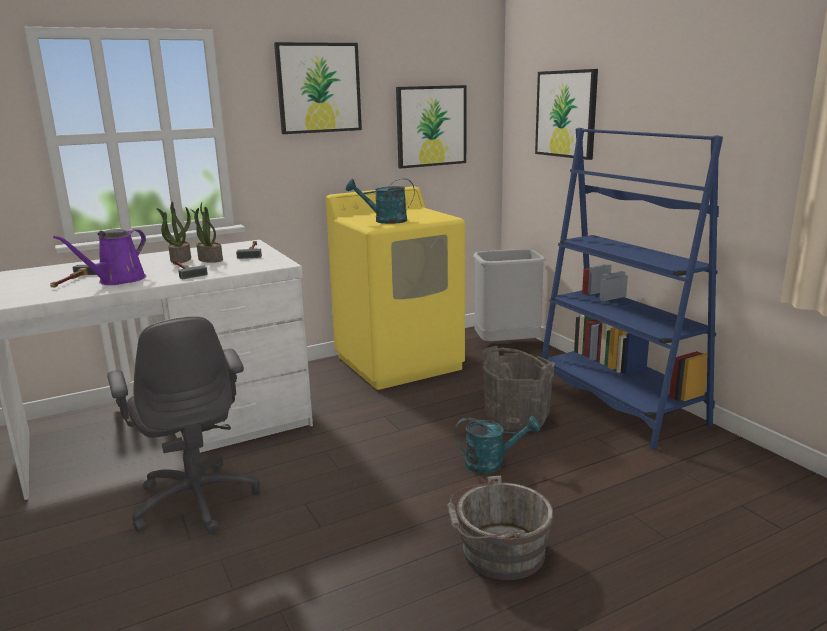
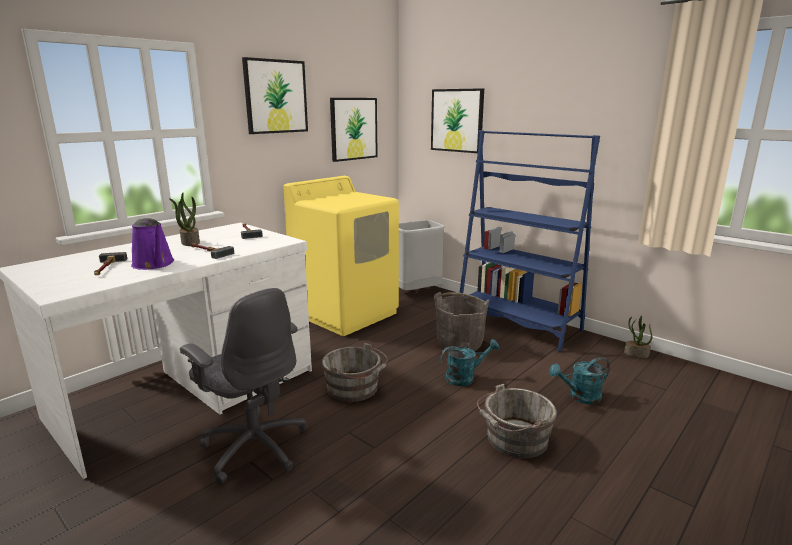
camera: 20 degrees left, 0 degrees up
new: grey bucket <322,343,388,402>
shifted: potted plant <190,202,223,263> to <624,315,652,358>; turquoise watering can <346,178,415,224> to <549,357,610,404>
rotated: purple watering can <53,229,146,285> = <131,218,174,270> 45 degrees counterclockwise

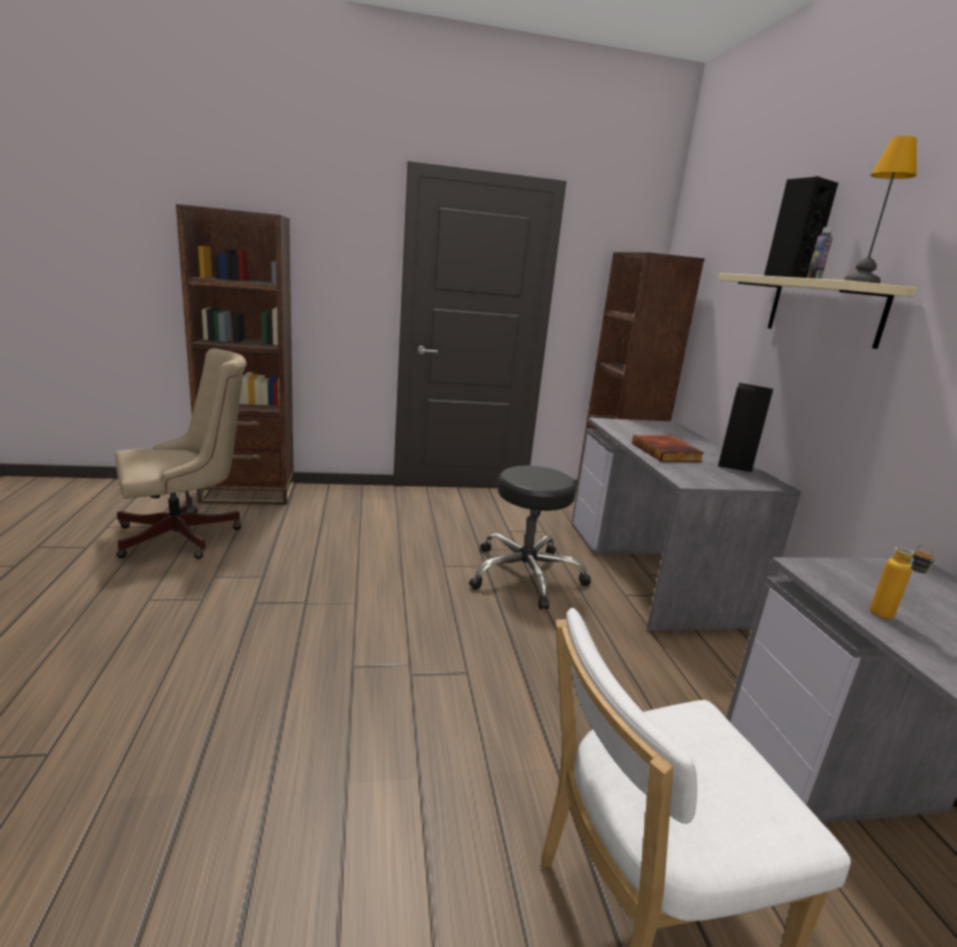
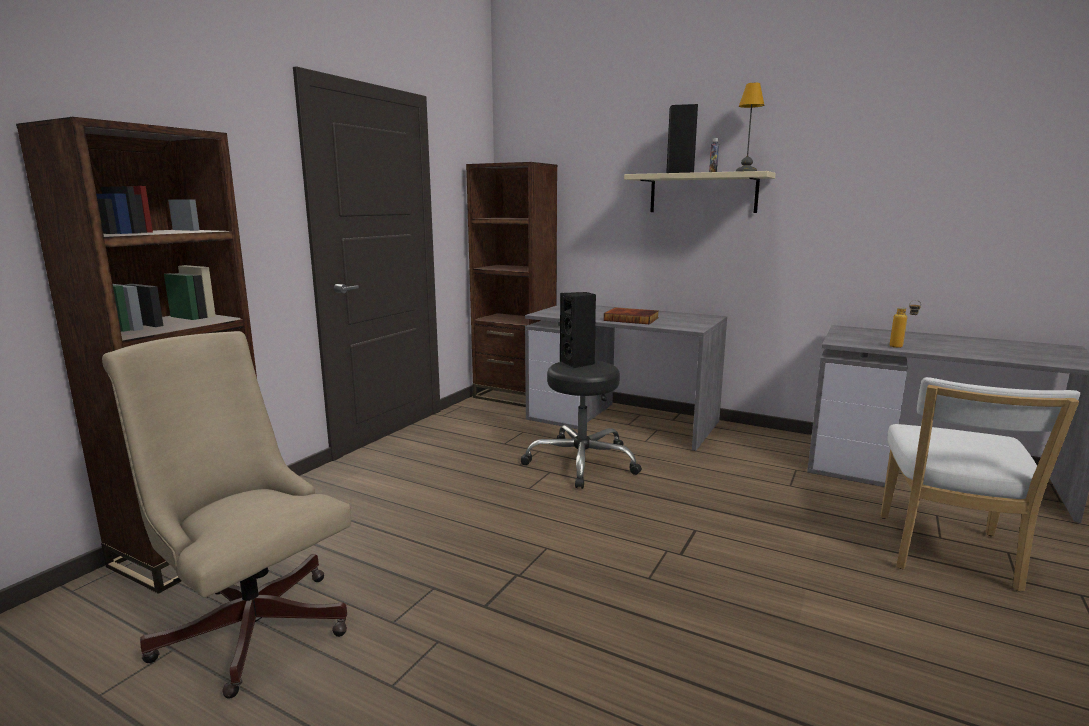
camera: 50 degrees left, 5 degrees down
shifted: black speaker <718,383,773,472> to <560,292,596,368>
rotated: beige office chair <115,348,247,559> = <102,331,351,698> 60 degrees counterclockwise

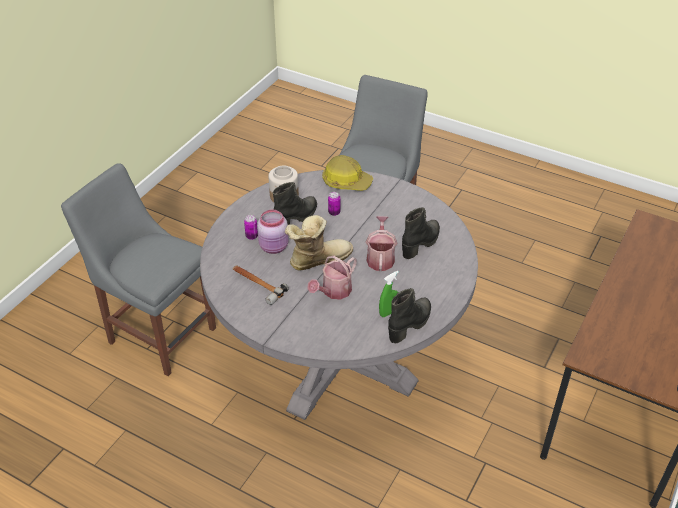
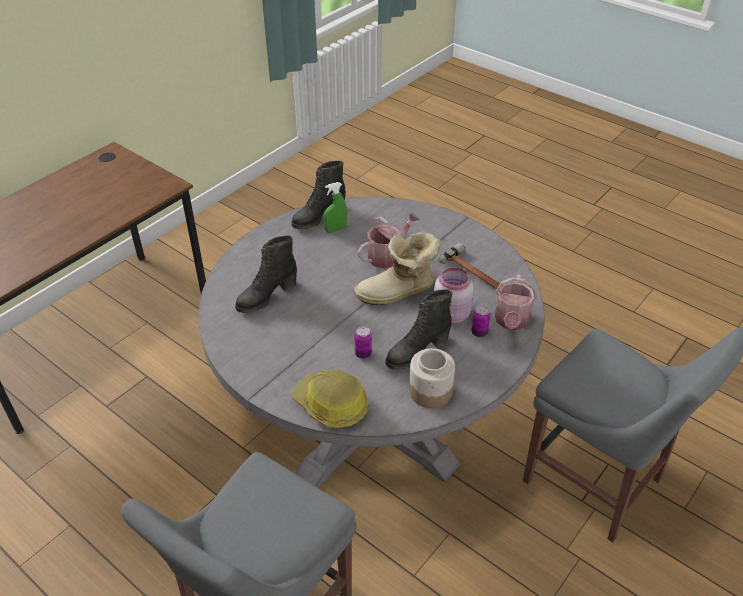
camera: 170 degrees left, 0 degrees up
shifted: watering can <366,216,397,271> to <495,274,537,330>

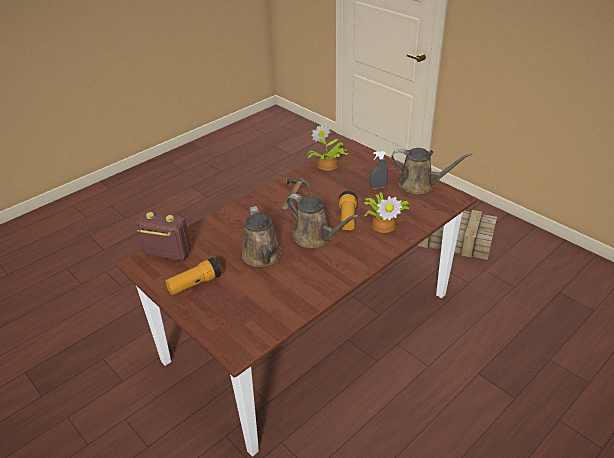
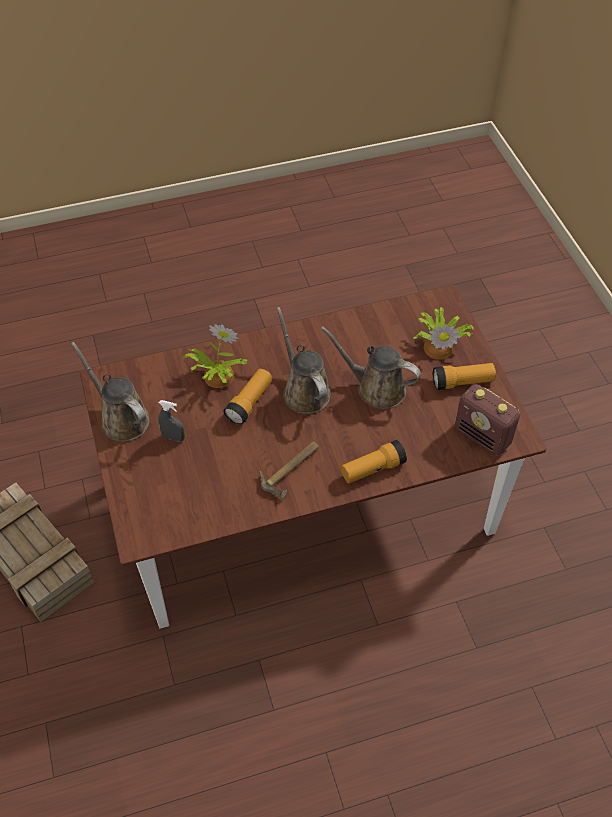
camera: 155 degrees left, 15 degrees up
new: flashlight <341,440,407,484>
shifted: potted plant <307,124,348,171> to <413,307,473,360>
rotated: brown watering can <242,206,282,267> = <320,326,421,409> 75 degrees counterclockwise

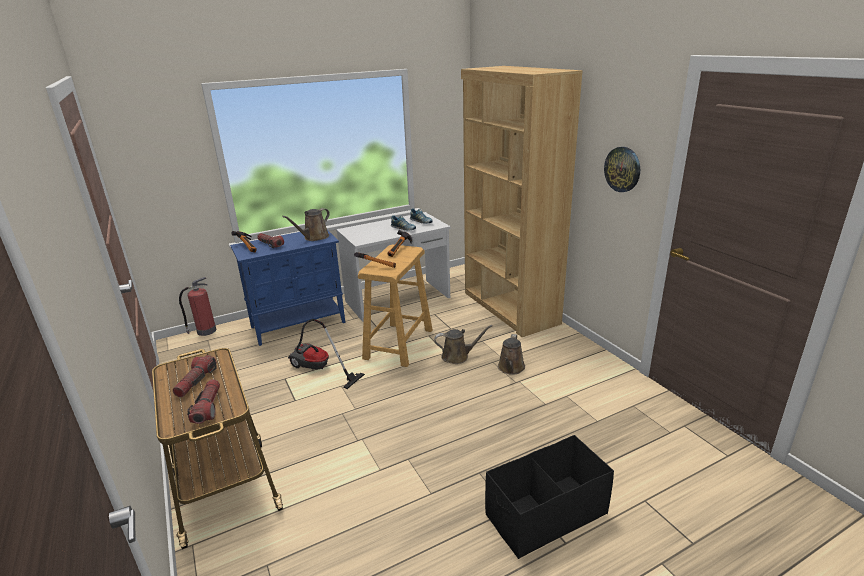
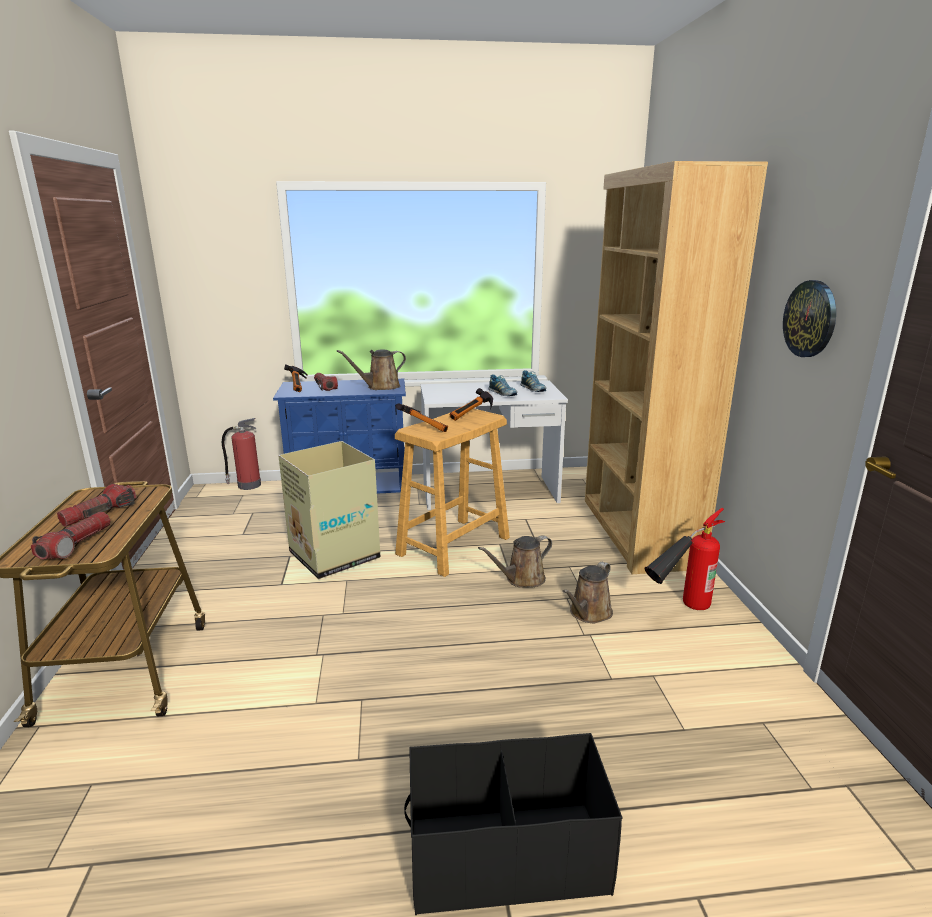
camera: 20 degrees right, 5 degrees down
new: fire extinguisher <644,508,725,610>
swapped: vacuum cleaner <288,319,365,389> to cardboard box <278,441,380,579>
rotated: brown watering can <434,325,492,364> = <478,535,552,587> 135 degrees clockwise

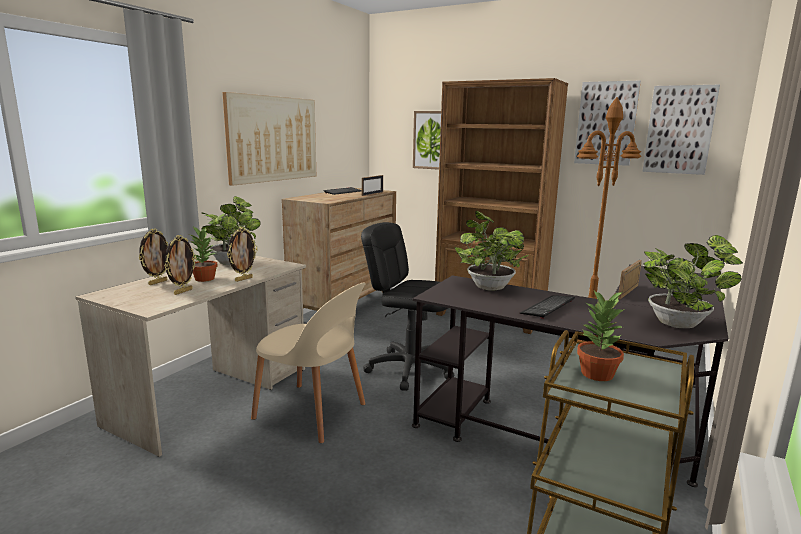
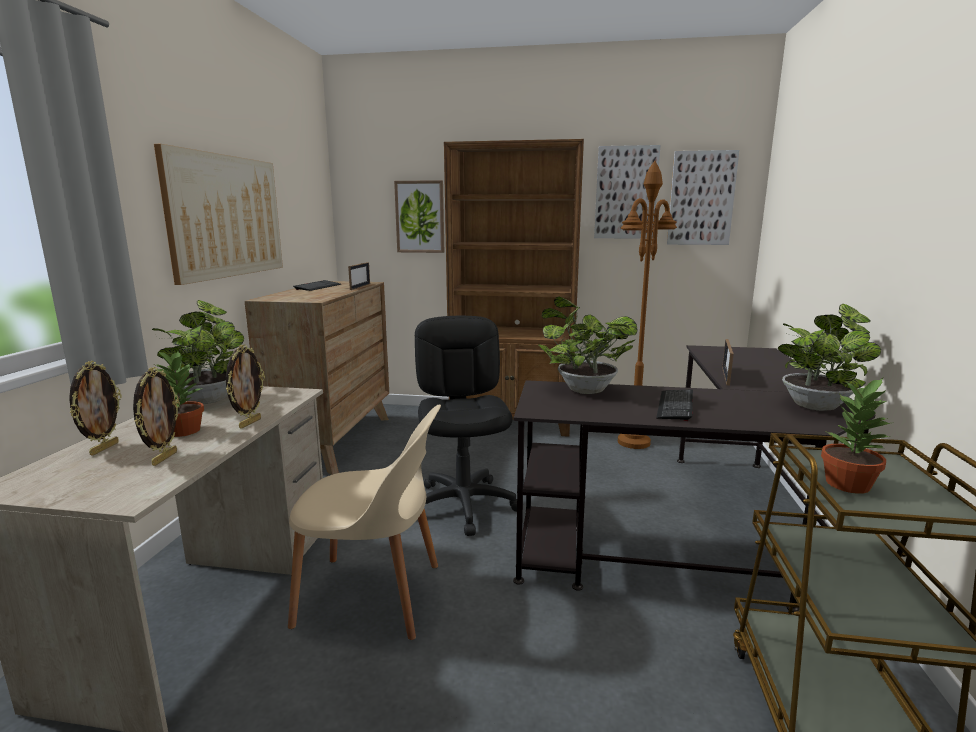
camera: 20 degrees left, 0 degrees up
rotated: black office chair <361,222,454,391> = <415,316,517,536> 75 degrees clockwise

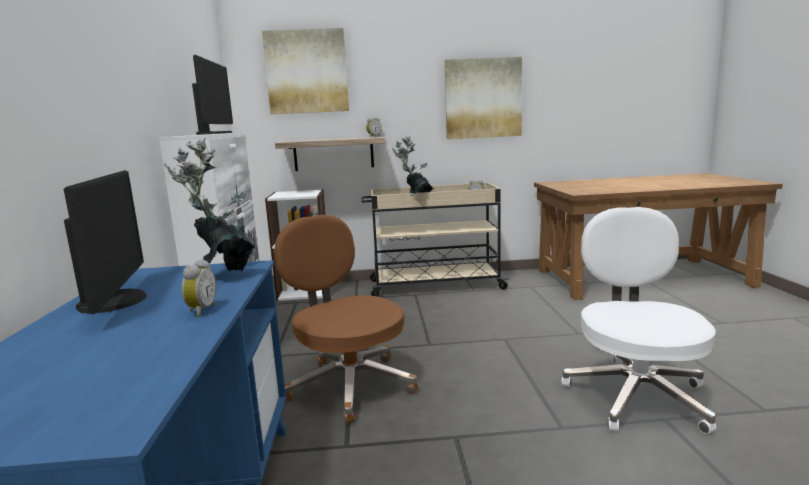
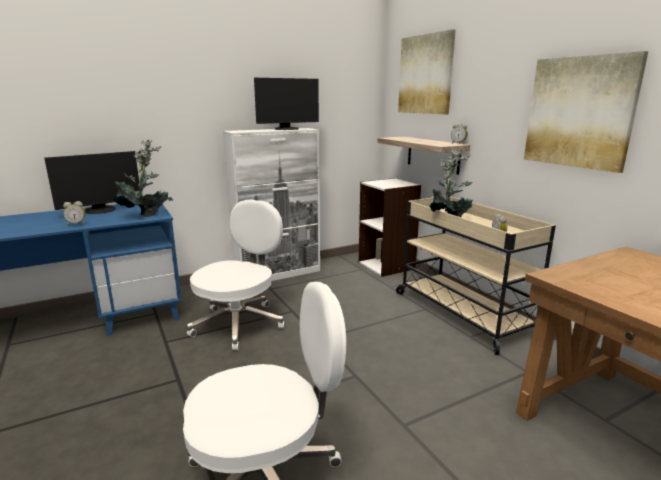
camera: 65 degrees right, 5 degrees up
repainted: brown office chair <274,215,418,424> to white office chair <187,200,285,350>

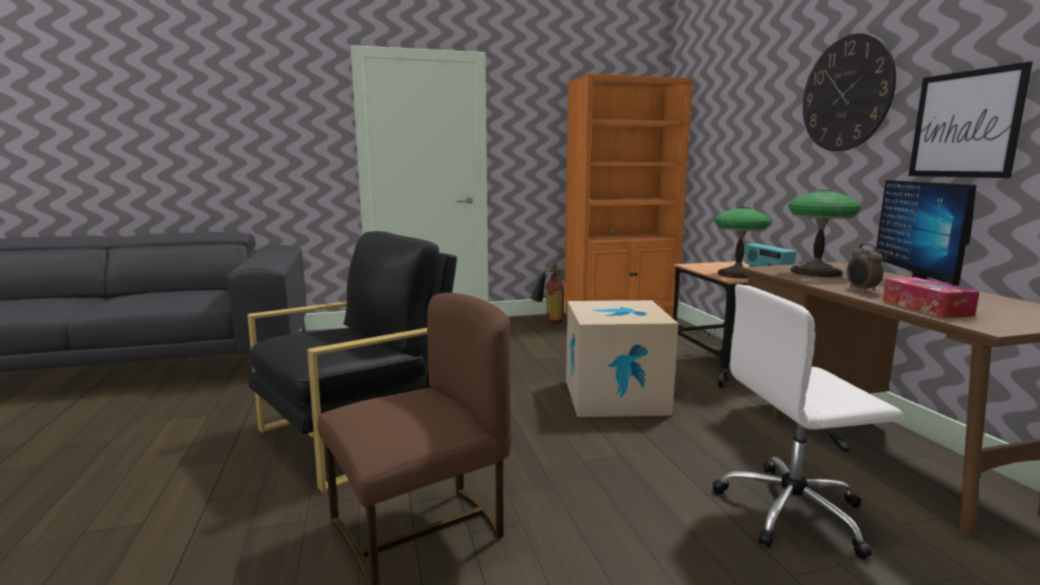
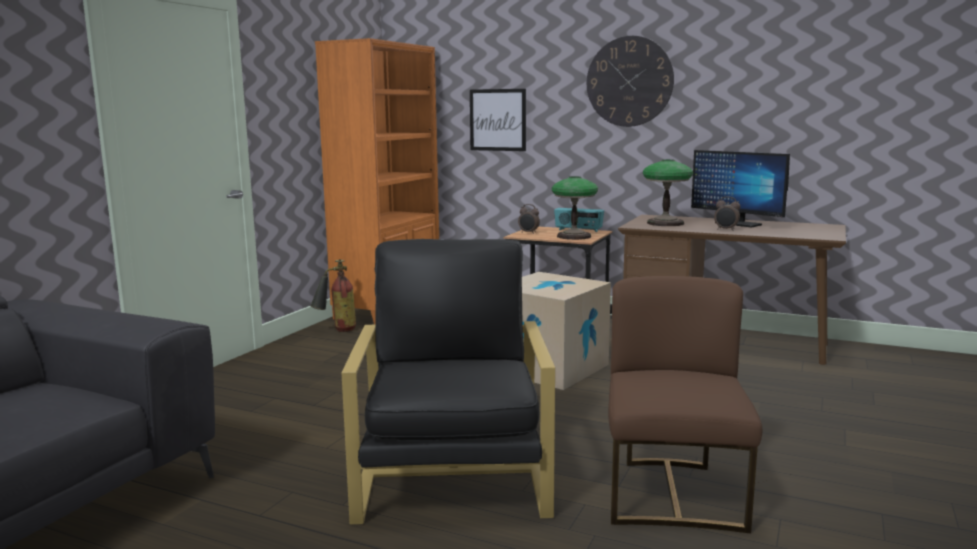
camera: 50 degrees left, 0 degrees up
gone: white office chair <712,284,903,559>; tissue box <883,277,979,318>
new: alarm clock <518,204,540,234>
shifted: picture <909,61,1033,178> to <470,89,526,151>

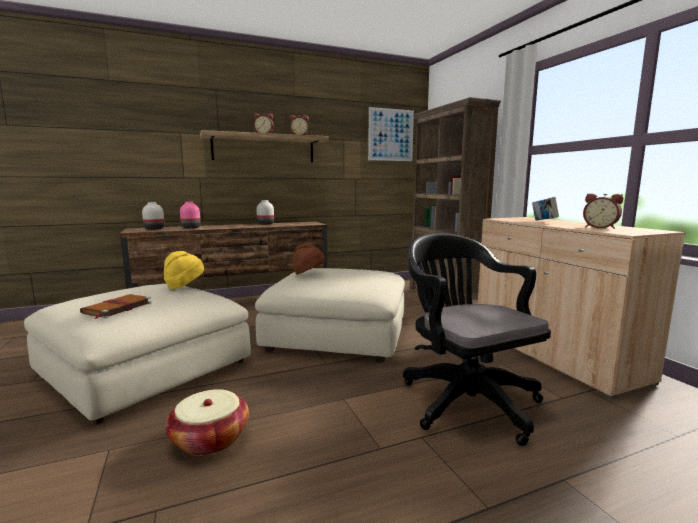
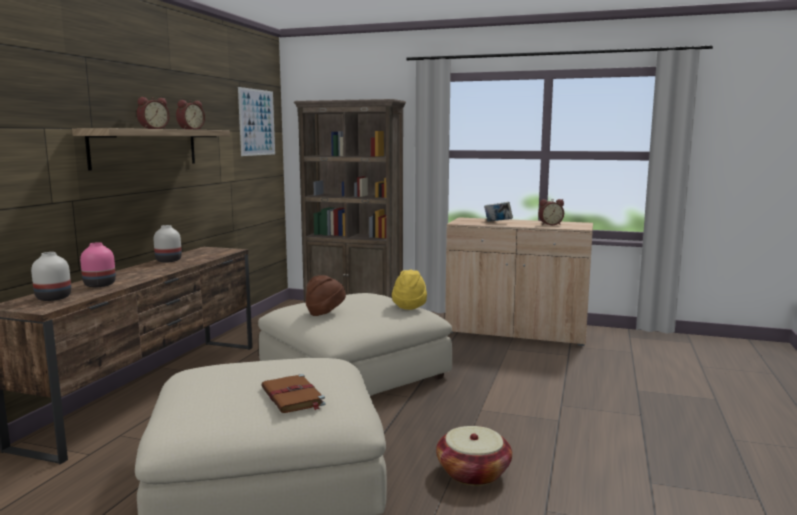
camera: 50 degrees left, 0 degrees up
gone: black office chair <403,233,551,446>
shifted: yellow hat <164,251,204,289> to <392,269,427,310>

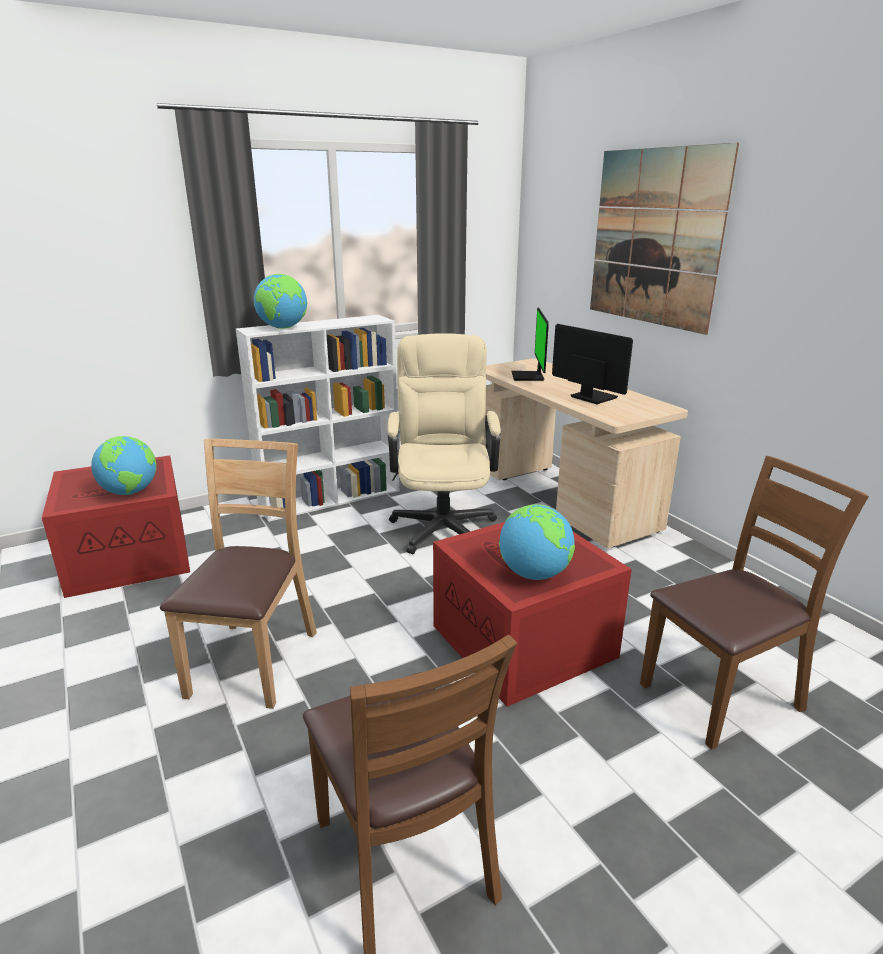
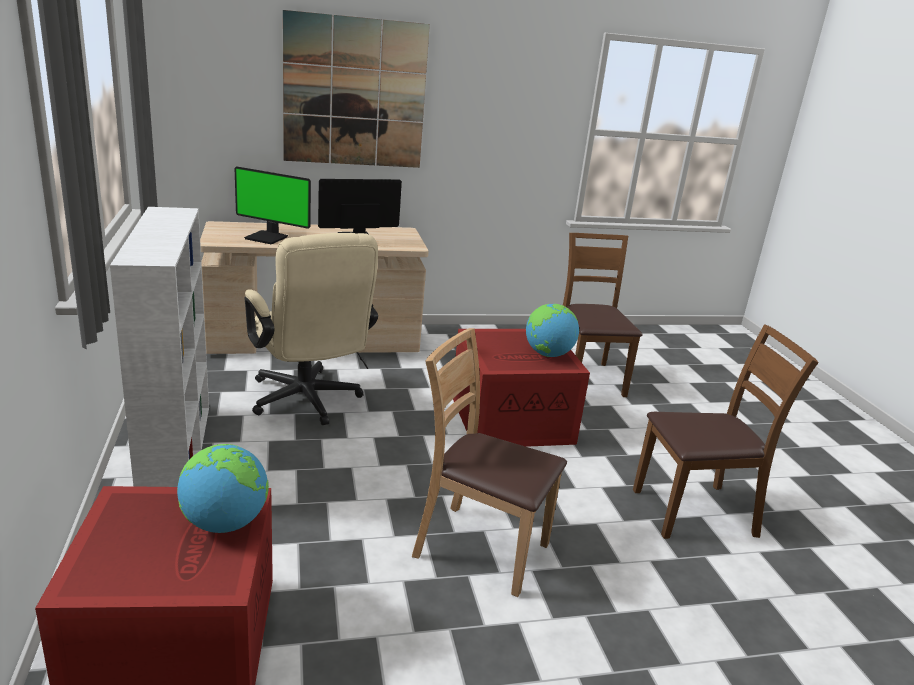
camera: 75 degrees left, 0 degrees up
gone: globe <254,274,307,329>
rotated: beige office chair <388,333,501,554> = <244,233,378,425> 135 degrees counterclockwise

